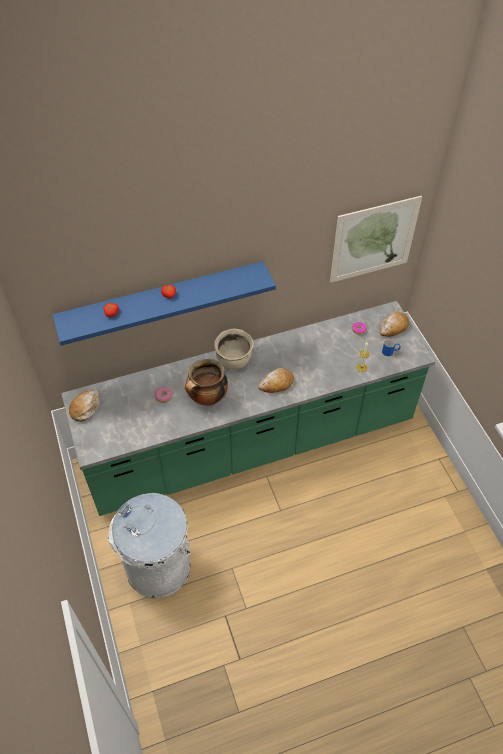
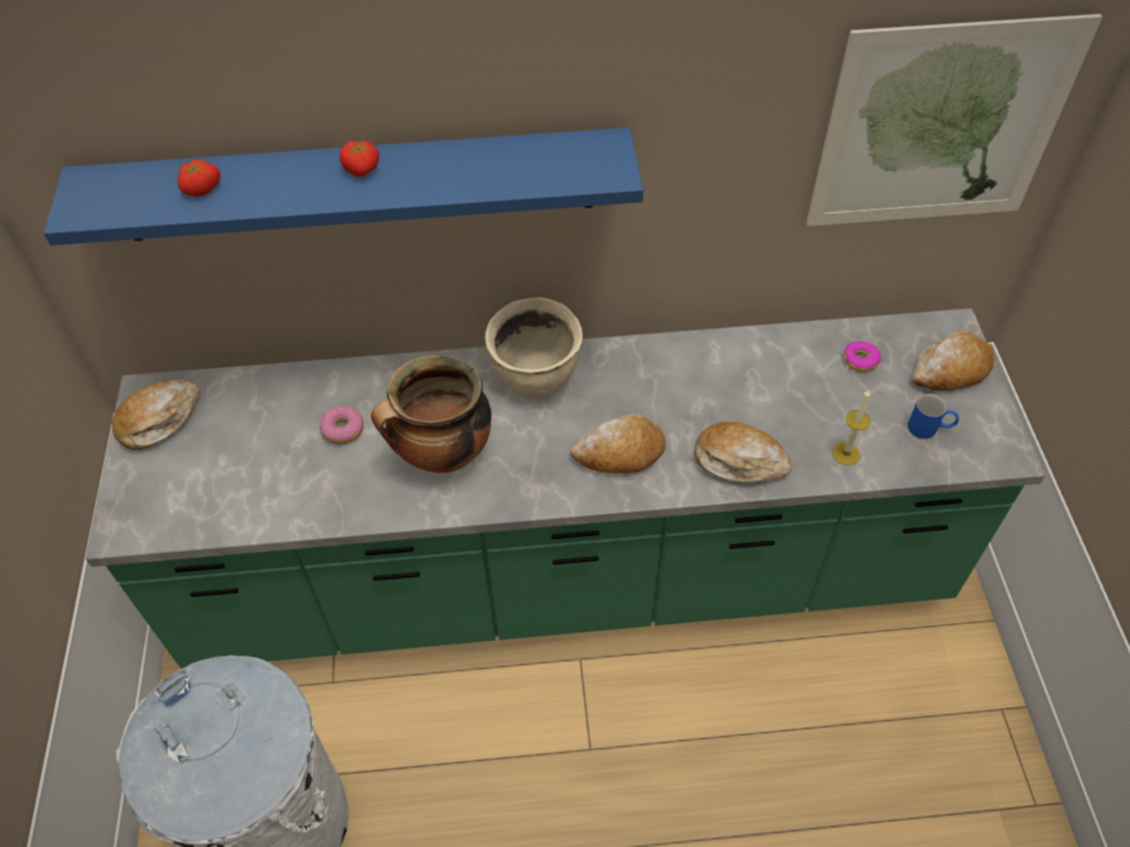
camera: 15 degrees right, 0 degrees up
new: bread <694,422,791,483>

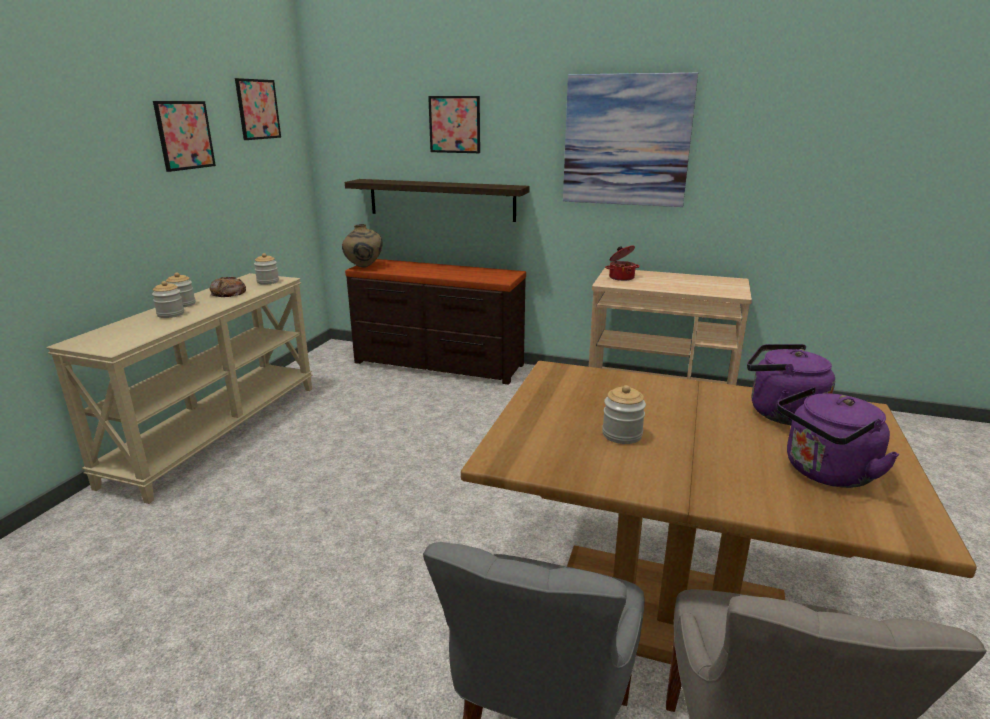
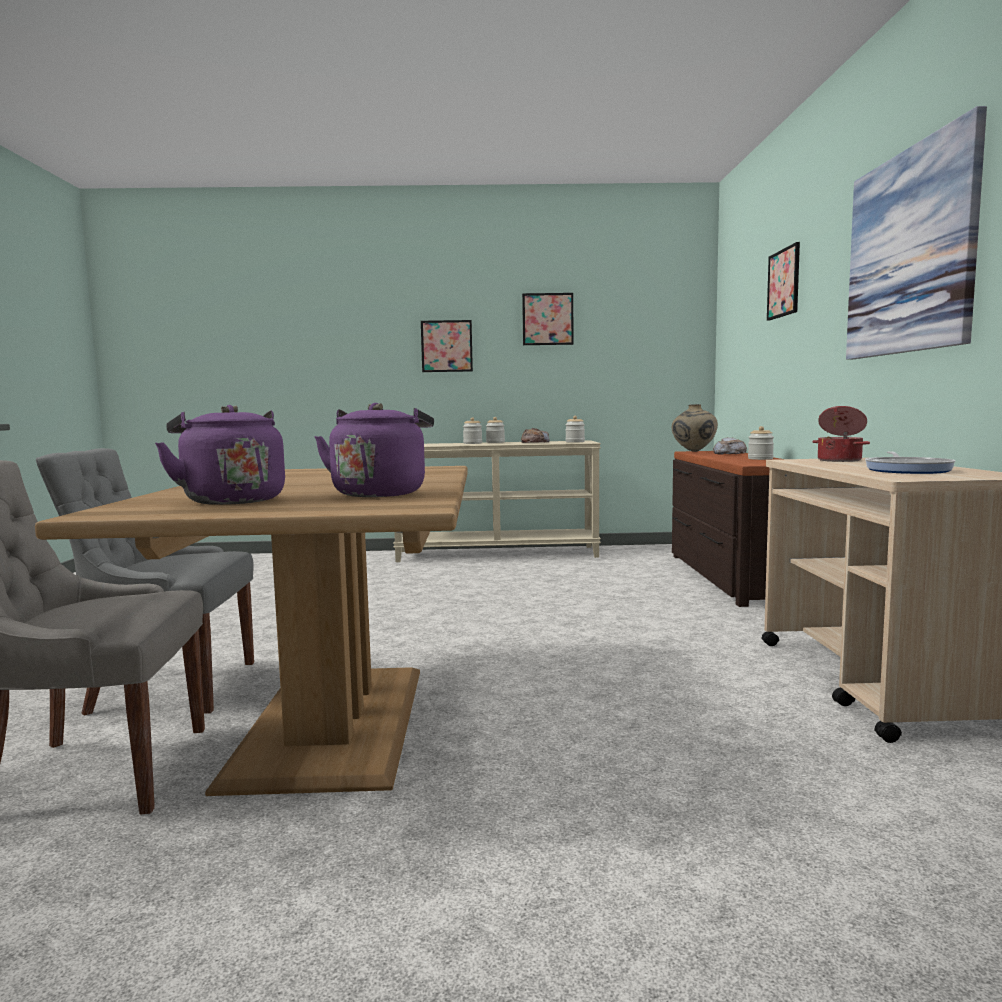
camera: 70 degrees right, 15 degrees down
gone: shelf <345,179,530,222>
new: bread <713,437,747,455>; frying pan <865,452,956,474>
shifted: picture <235,78,281,140> to <421,320,473,372>; jar <602,385,646,444> to <748,426,774,460>

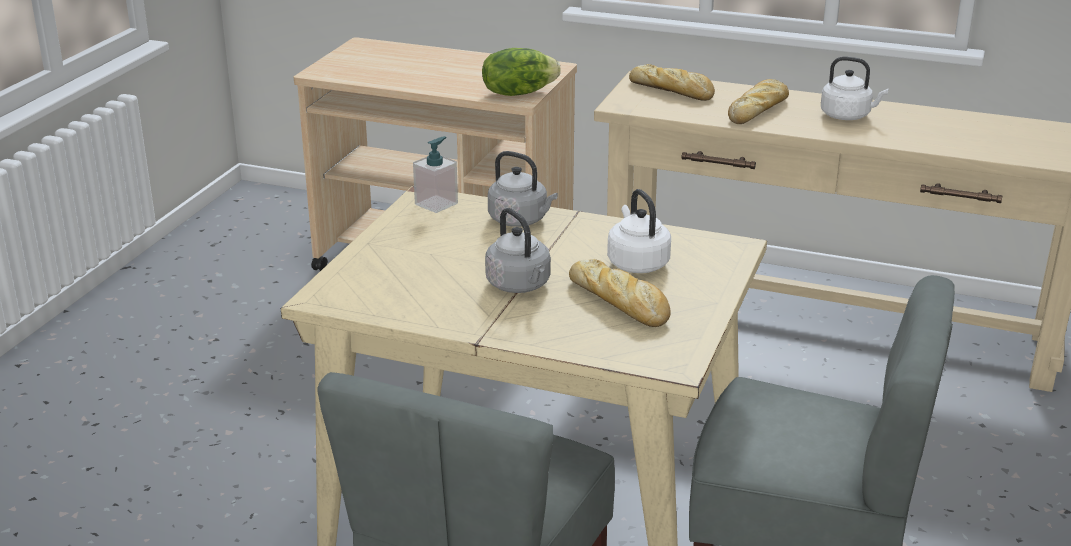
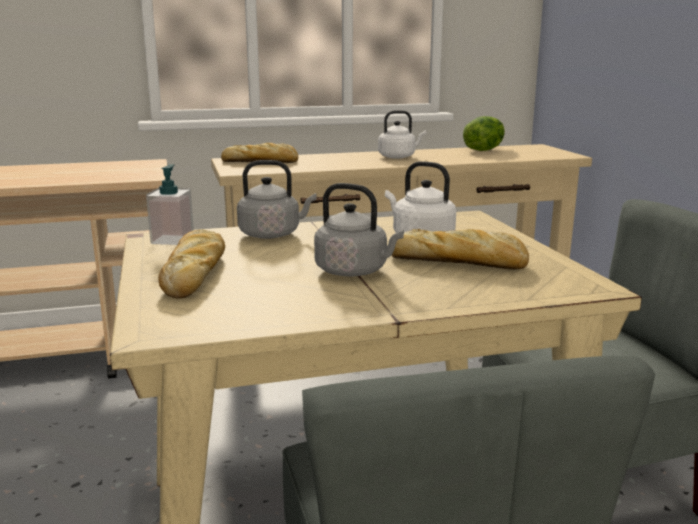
camera: 35 degrees left, 10 degrees down
shifted: lettuce <482,48,561,96> to <463,116,505,151>; bread <728,79,789,124> to <159,229,225,299>

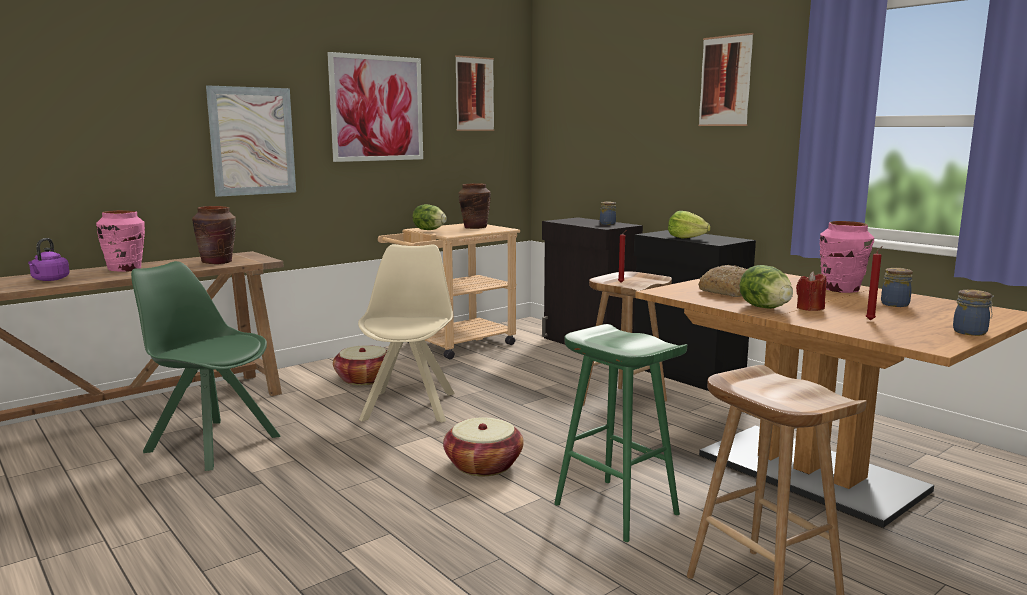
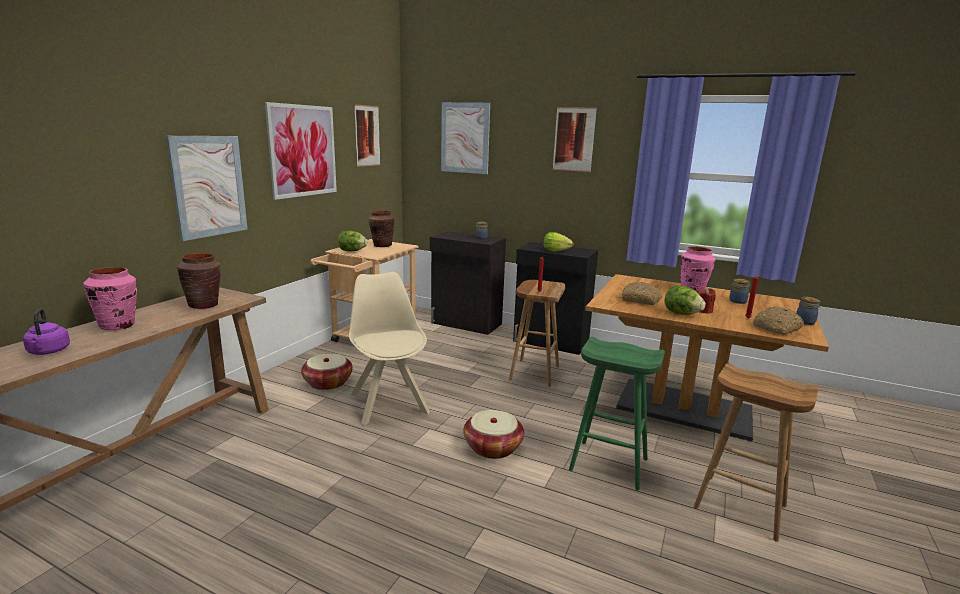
camera: 25 degrees left, 5 degrees up
gone: green chair <131,261,281,471>
new: picture <441,102,490,174>; bread <753,306,804,335>

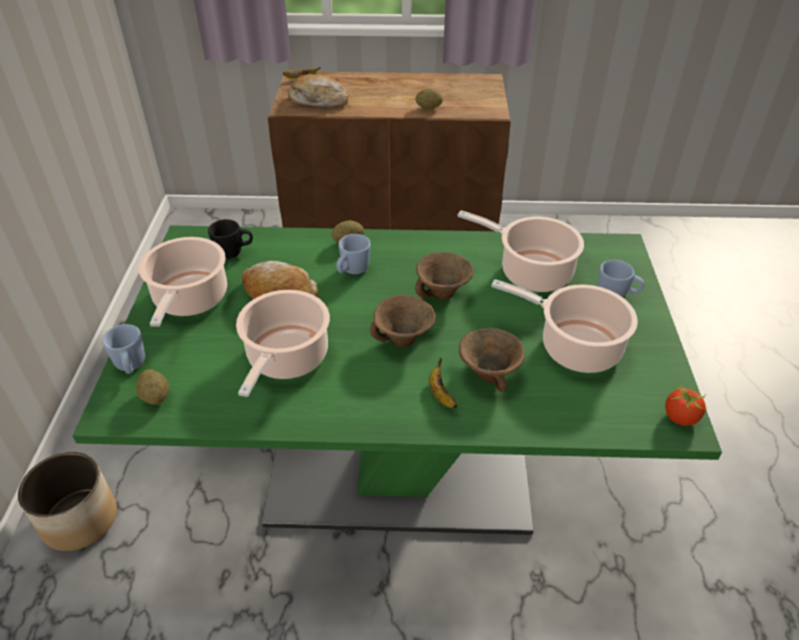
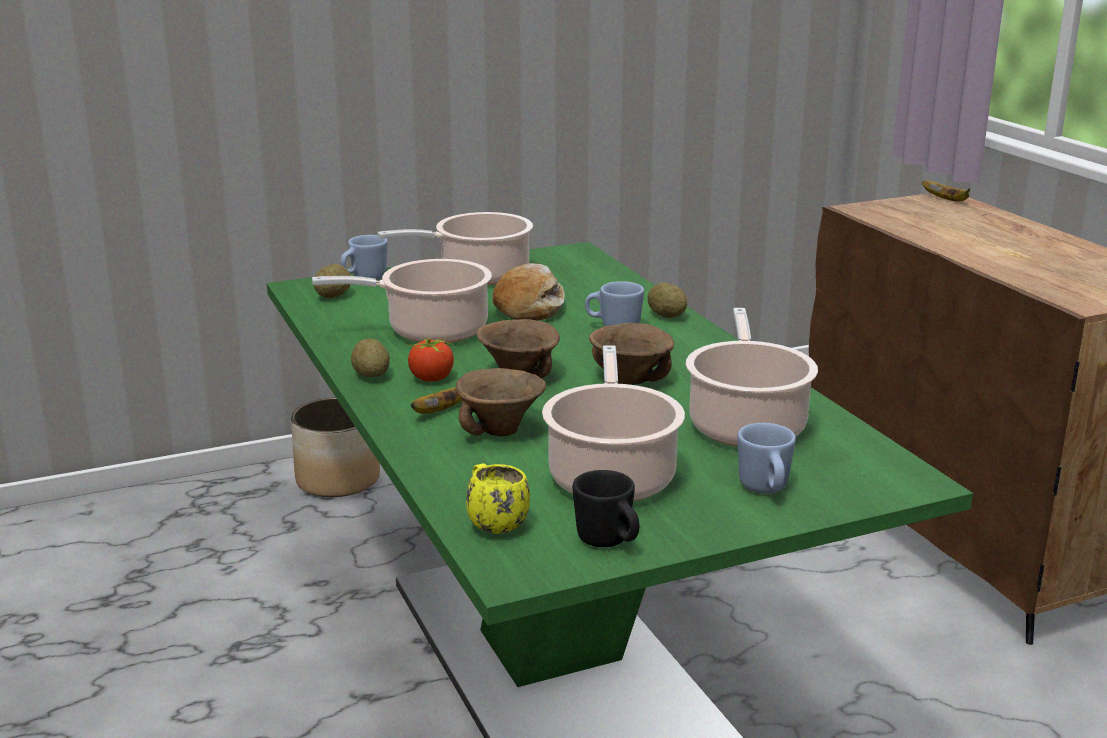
camera: 65 degrees right, 20 degrees down
gone: bread <288,74,349,107>
new: yellow mug <466,463,530,534>
shifted: black mug <208,219,253,259> to <573,470,639,547>; potato <416,89,443,109> to <351,339,390,377>; tomato <665,384,707,426> to <404,337,454,382>

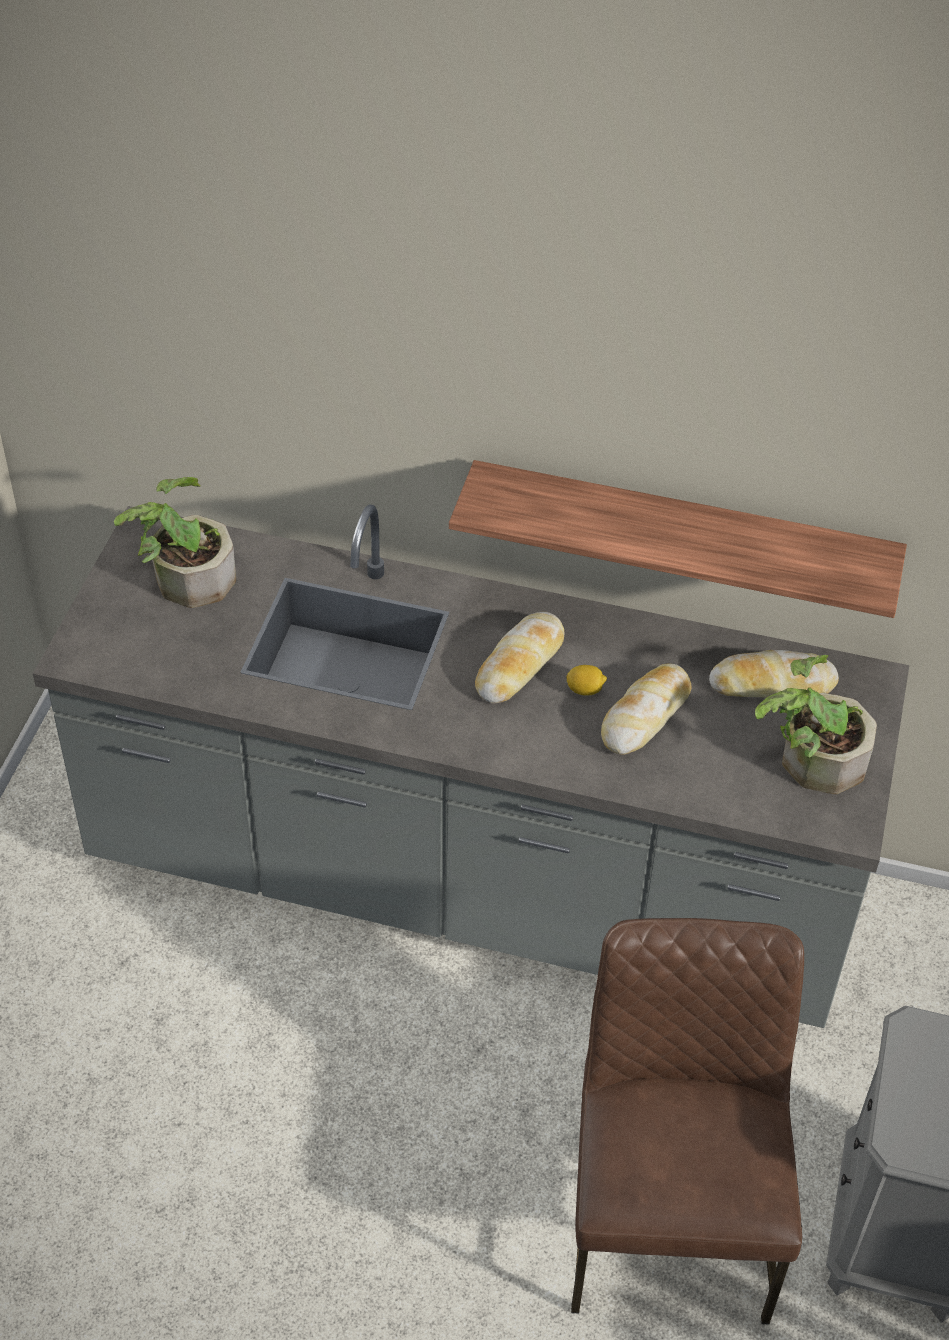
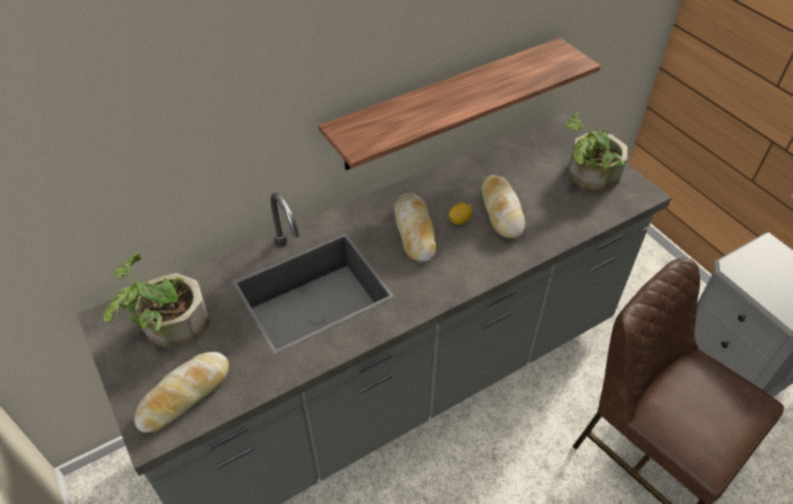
camera: 45 degrees left, 0 degrees up
shifted: bread <709,650,839,698> to <134,352,229,433>

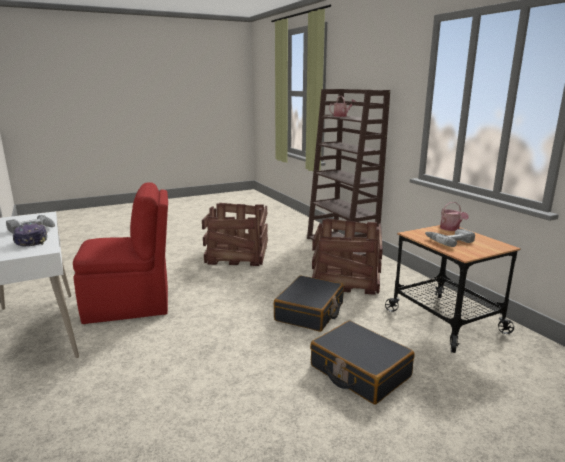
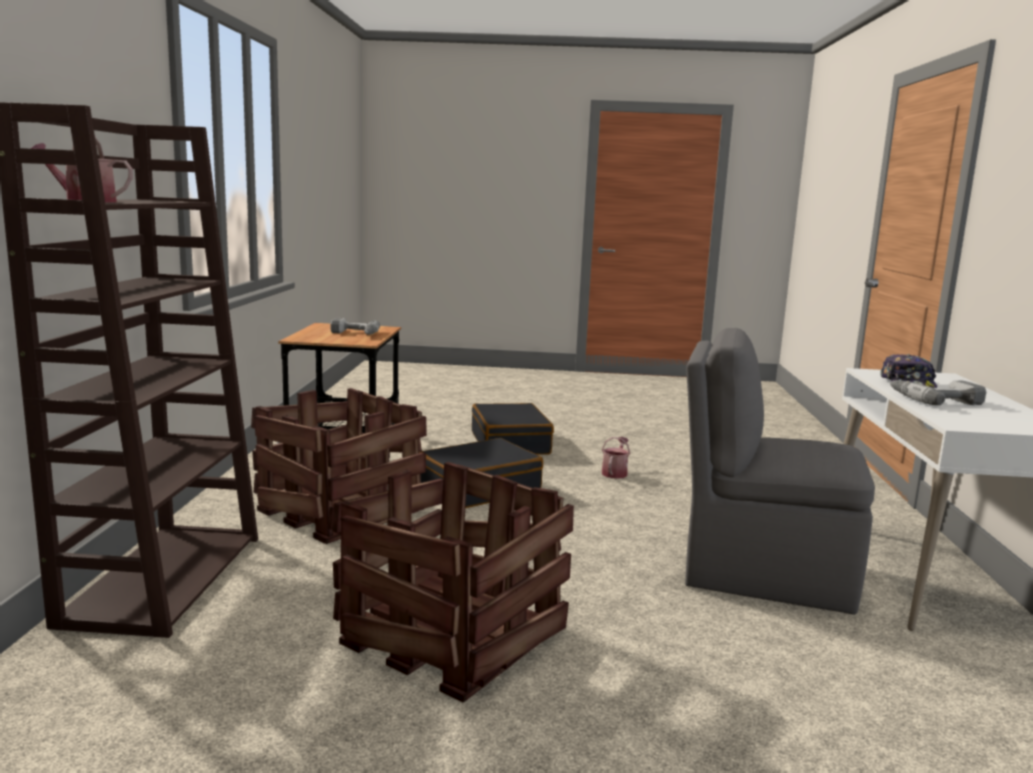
camera: 150 degrees left, 5 degrees down
shifted: watering can <440,202,469,231> to <602,437,631,479>
repainted: red chair <73,182,168,324> to grey chair <685,328,875,615>

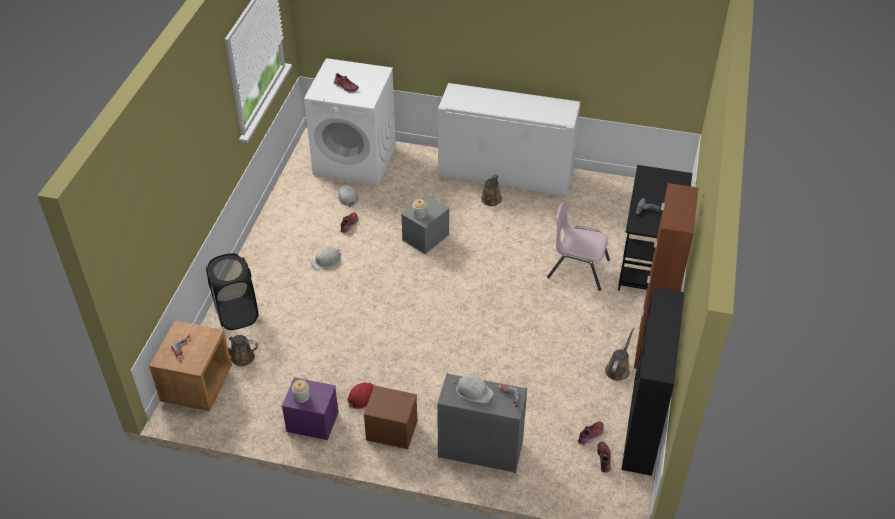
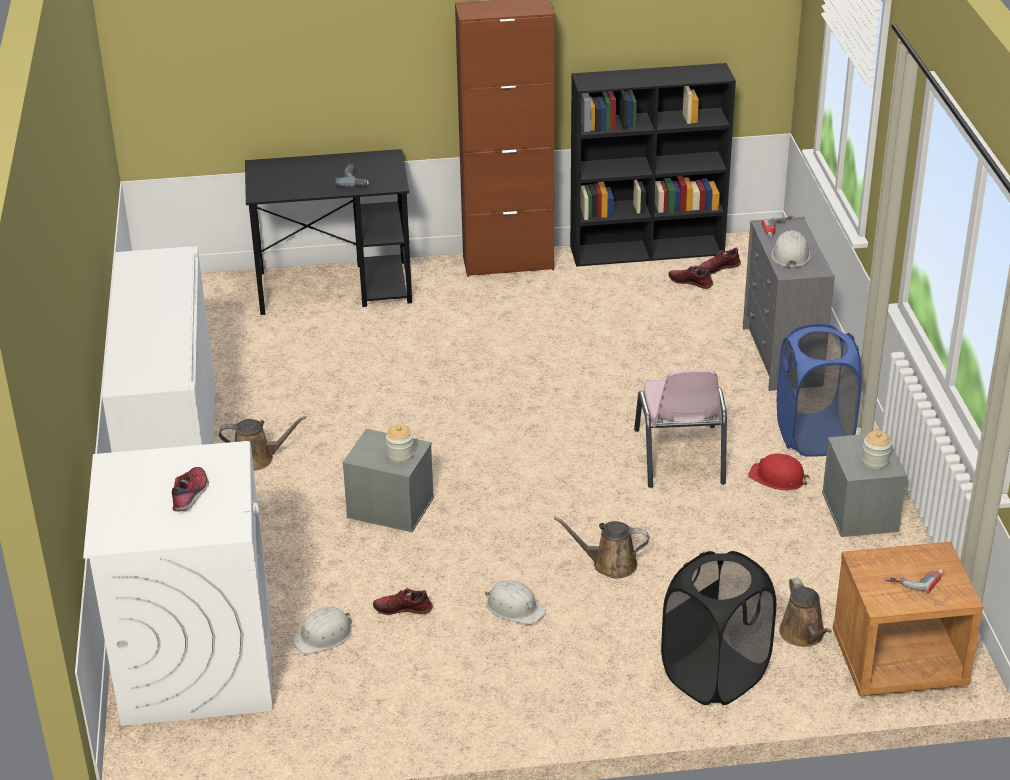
camera: 110 degrees left, 10 degrees down
shifted: pink chair <547,202,610,291> to <634,369,727,488>; brown watering can <605,328,634,381> to <554,517,649,578>
swapped: brown storage box <364,386,418,449> to blue laundry basket <777,324,862,457>
repainted: purple storage box <282,377,339,440> to grey storage box <822,432,907,537>

